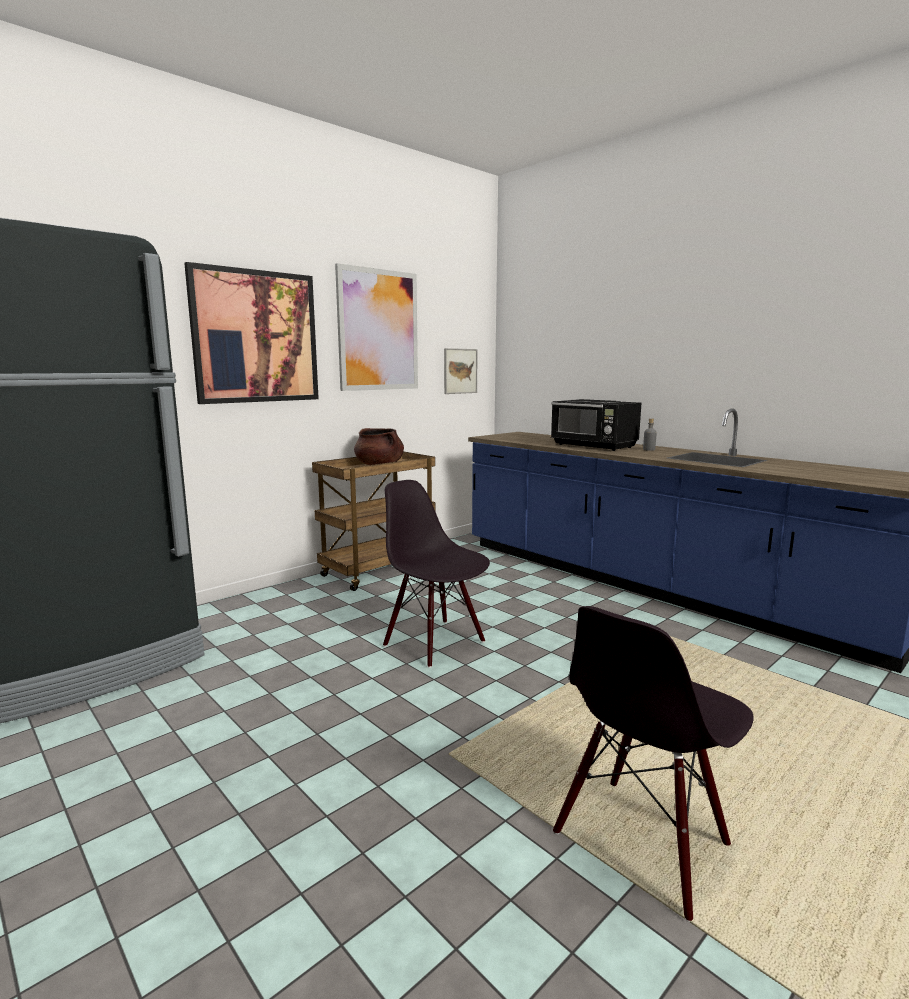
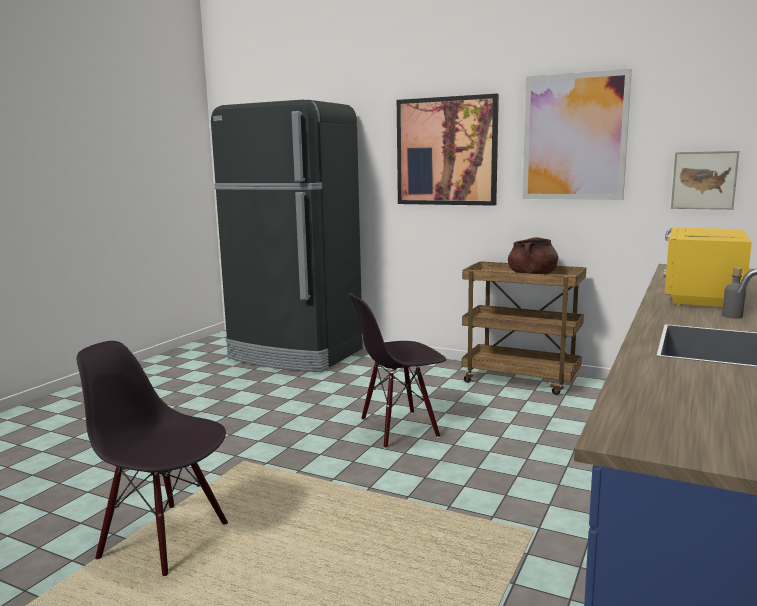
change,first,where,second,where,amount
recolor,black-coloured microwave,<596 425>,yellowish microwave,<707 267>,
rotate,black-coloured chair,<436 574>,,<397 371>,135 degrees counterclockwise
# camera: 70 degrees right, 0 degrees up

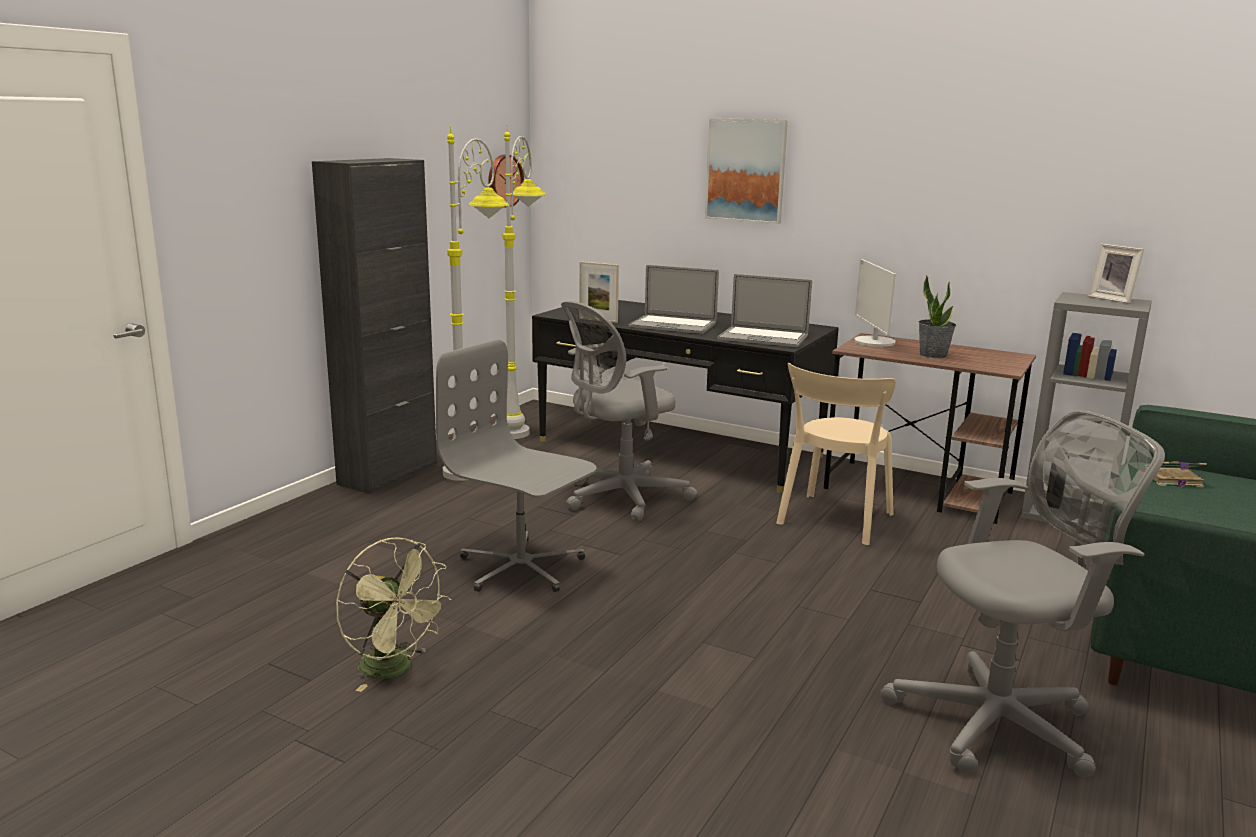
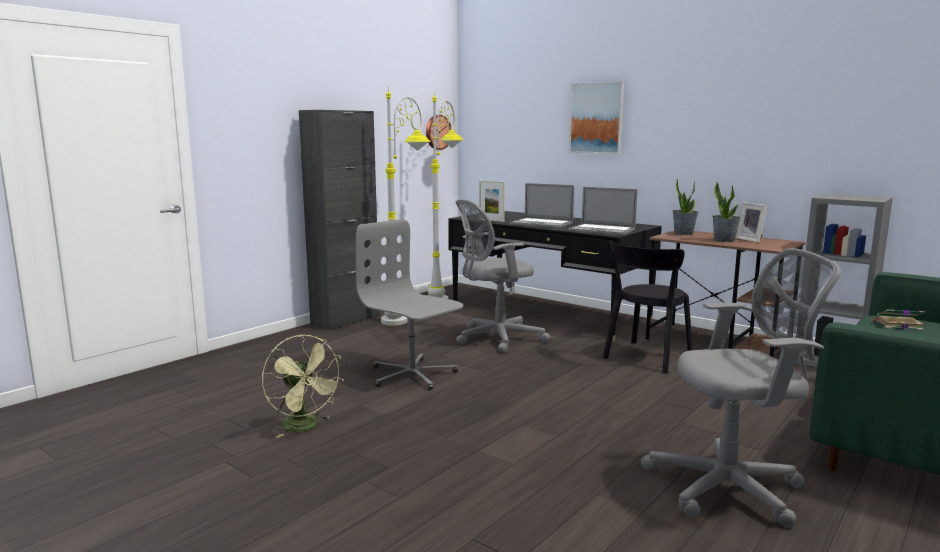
change,first,where,second,where,amount
move,photo frame,<1116 274>,,<751 222>,
replace,computer screen,<875 303>,plant in a pot,<685 207>,
recolor,beige chair,<836 454>,black-coloured chair,<648 307>,
# camera: 10 degrees right, 5 degrees down

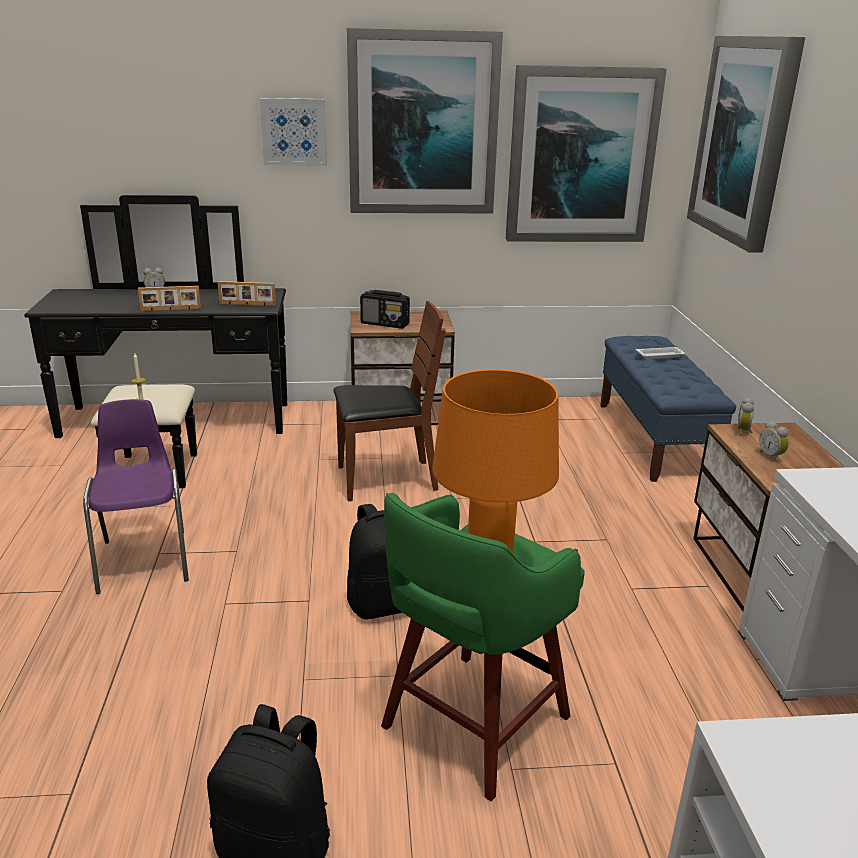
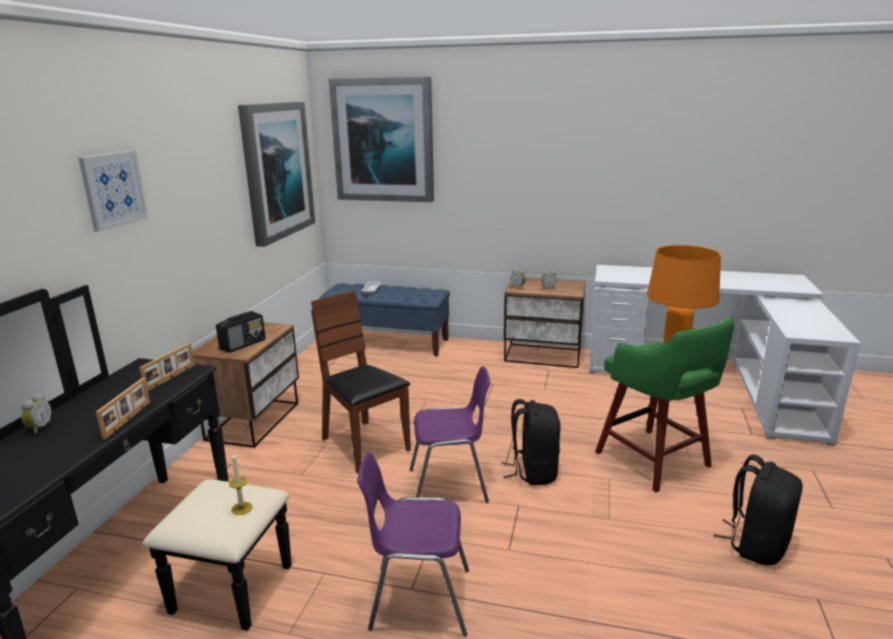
change,first,where,second,where,amount
delete,wall picture,<425 120>,,,
insert,,,purplish chair,<450 434>,
rotate,brown chair,<389 401>,,<361 382>,45 degrees counterclockwise
# camera: 70 degrees left, 5 degrees down

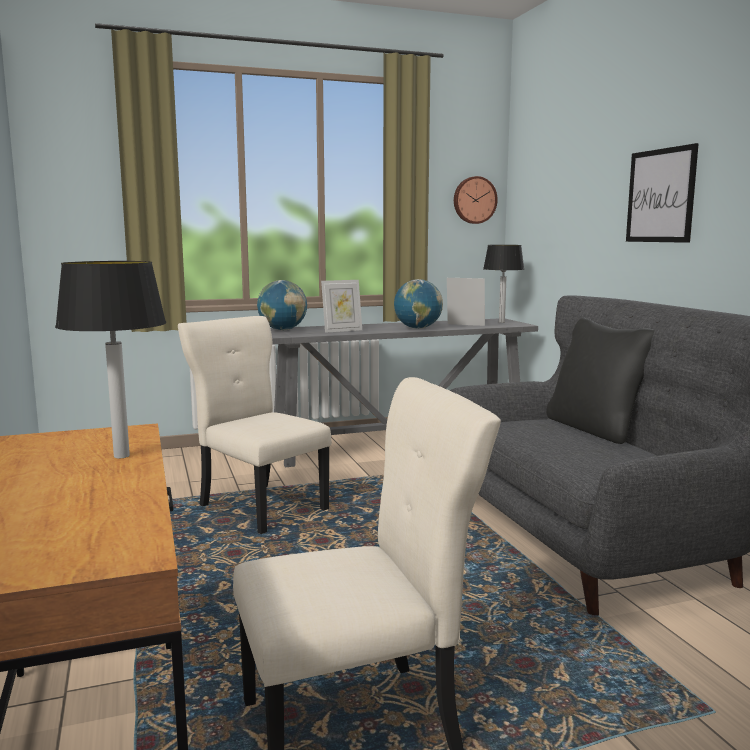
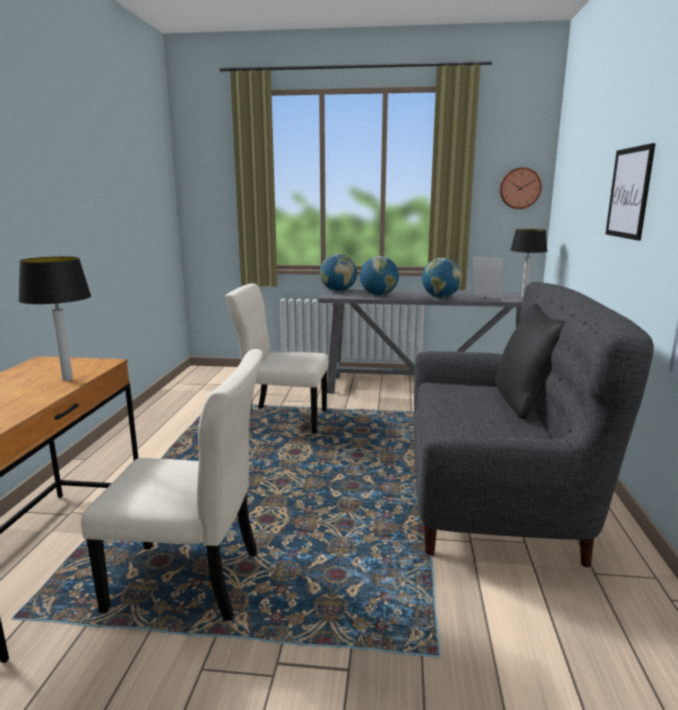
change,first,where,second,where,amount
replace,photo frame,<341 306>,desk globe,<379 276>,
rotate,beige chair,<254 425>,,<277 358>,60 degrees counterclockwise
# camera: 25 degrees right, 5 degrees up

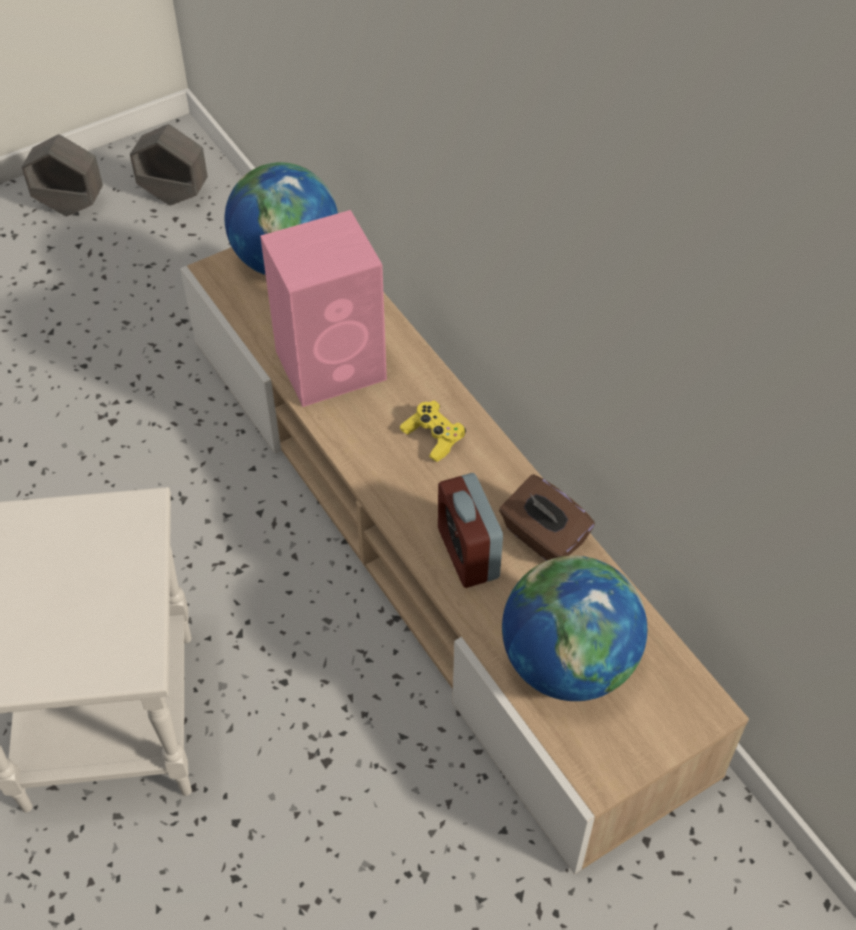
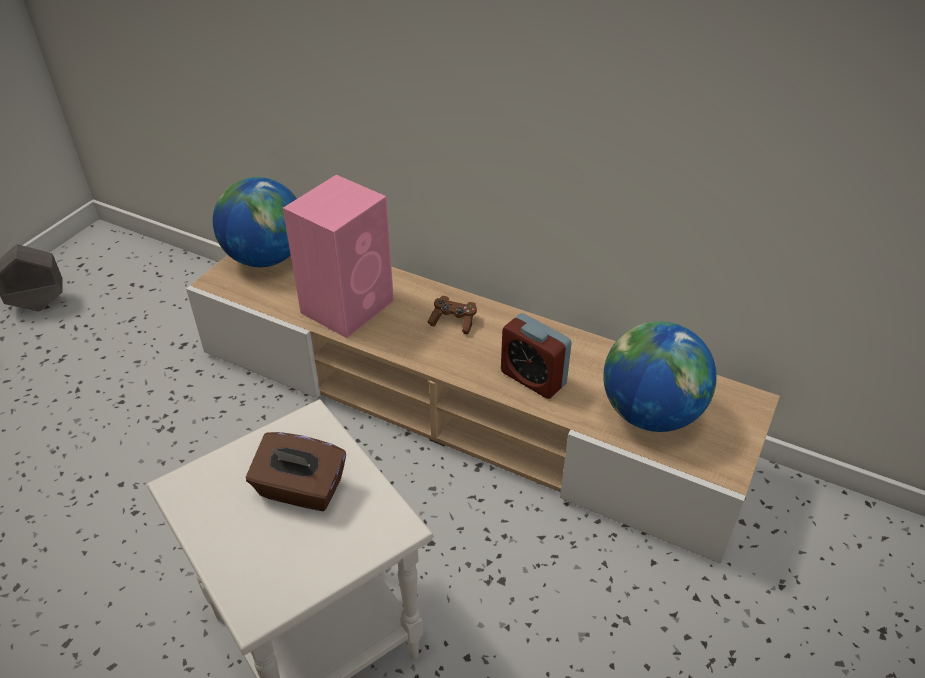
change,first,where,second,where,amount
delete,gray planter,<169 165>,,,
move,brown tissue holder,<547 518>,,<296 471>,
recolor,yellowish game controller,<433 431>,brown game controller,<452 315>,
# camera: 30 degrees left, 10 degrees down

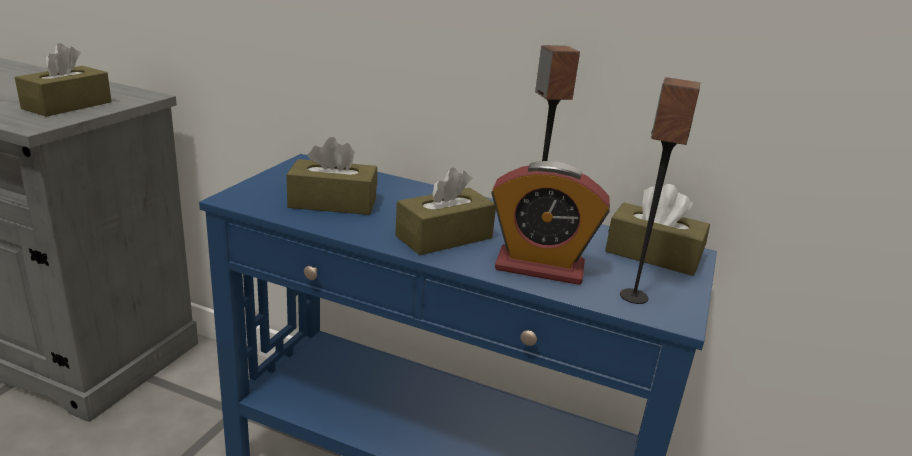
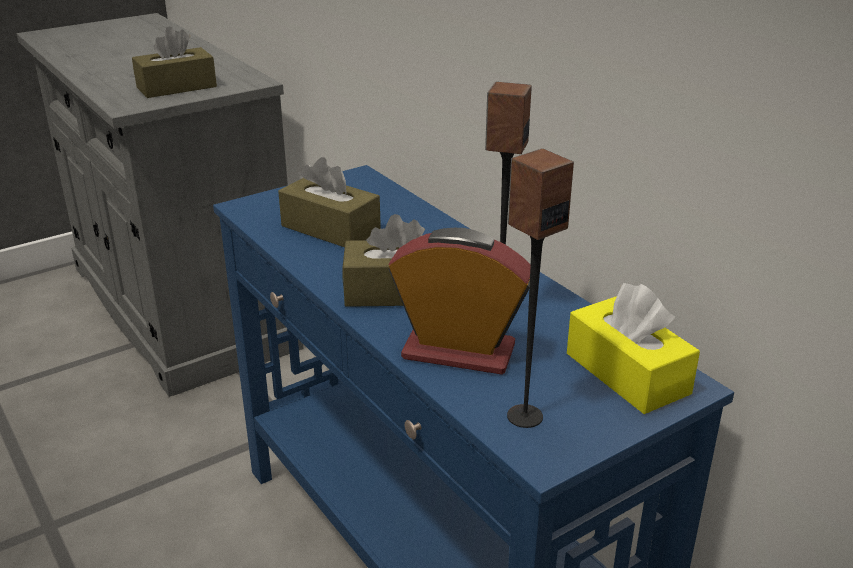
change,first,where,second,where,amount
recolor,brown tissue holder,<657 230>,yellowish tissue holder,<633 348>,
rotate,bedside clock,<550 223>,,<459 301>,150 degrees clockwise
# camera: 35 degrees right, 5 degrees up

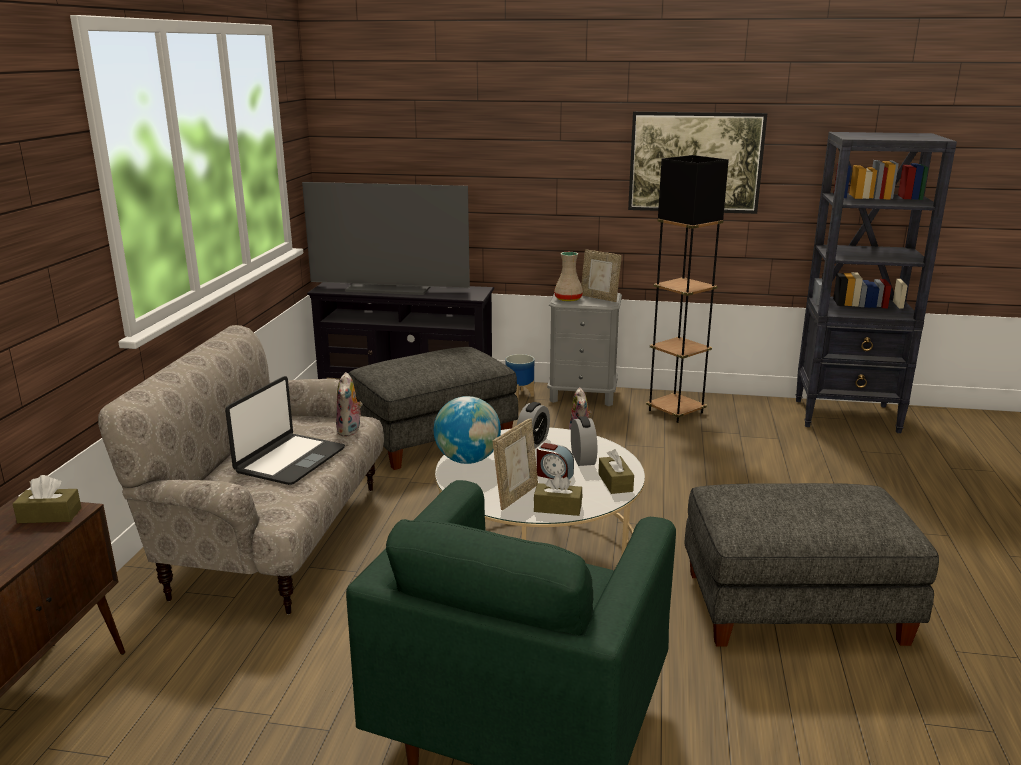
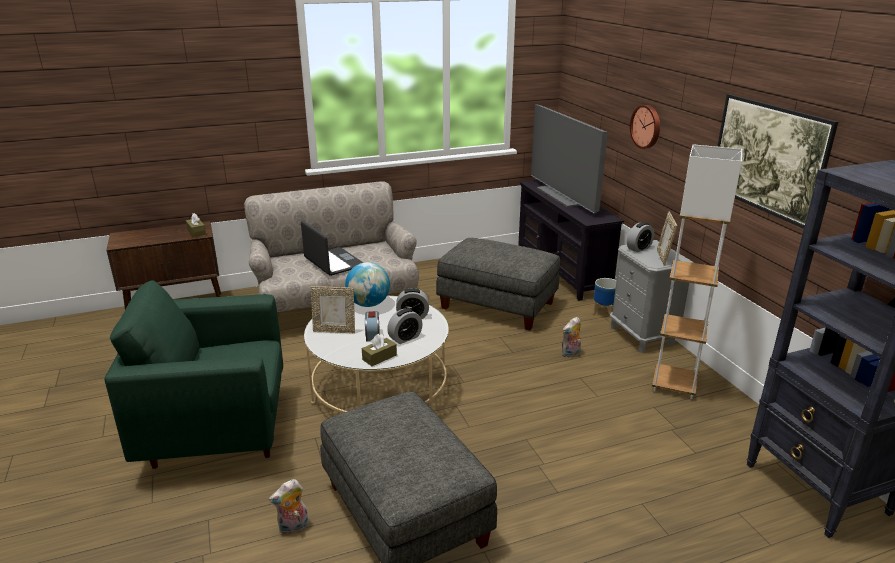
change,first,where,second,where,amount
delete,brown tissue holder,<558 495>,,,
insert,,,wall clock,<645 127>,
move,plush toy,<349 404>,,<289 506>,
replace,beige flower vase,<568 276>,bedside clock,<640 237>,
recolor,black-coloured standing lamp,<687 289>,white-coloured standing lamp,<697 271>,
rotate,laptop,<285 430>,,<332 248>,120 degrees counterclockwise
# camera: 60 degrees right, 5 degrees up

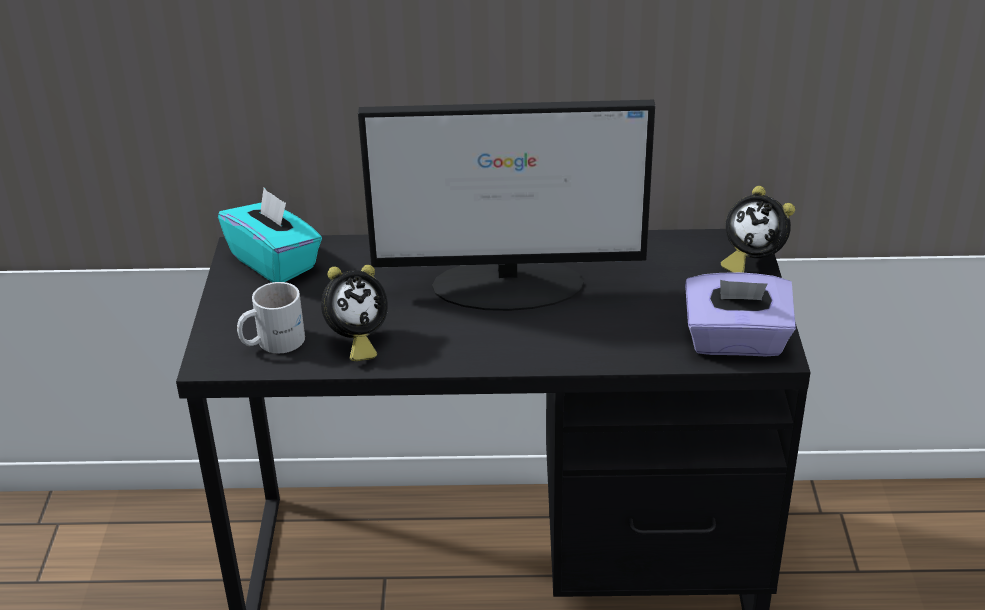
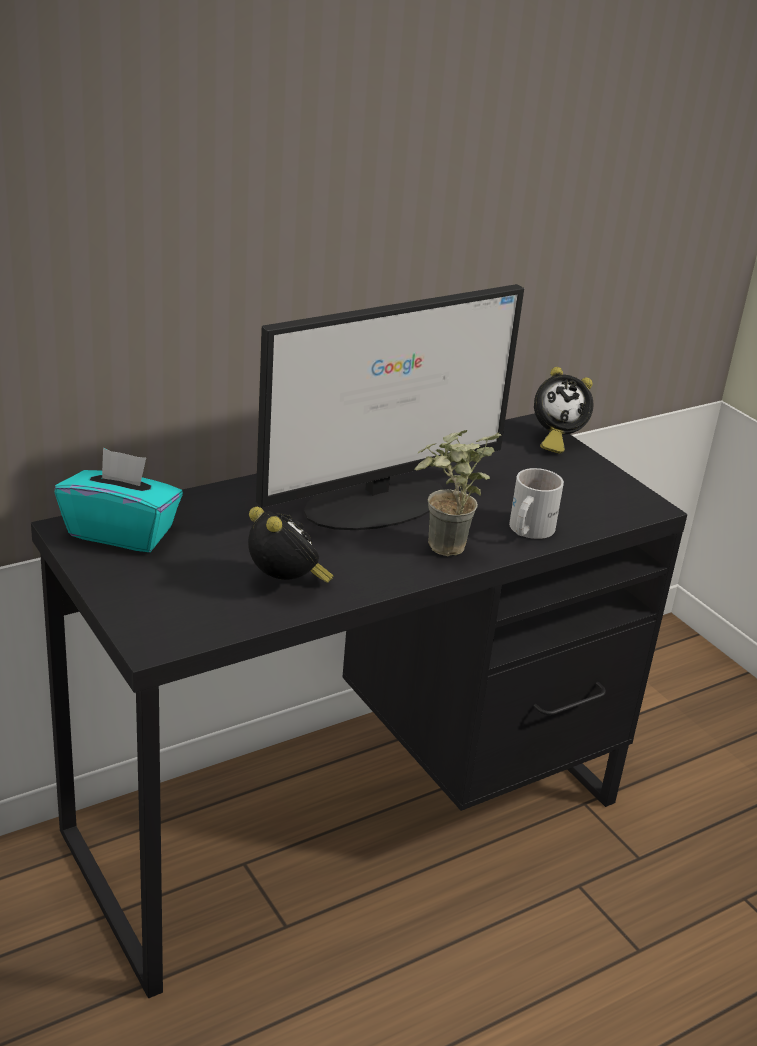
change,first,where,second,where,amount
delete,purplish tissue holder,<740 314>,,,
insert,,,plant in a pot,<458 493>,
move,white-coloured mug,<271 317>,,<536 503>,
rotate,bedside clock,<354 313>,,<290 545>,60 degrees counterclockwise
# camera: 35 degrees left, 5 degrees down

